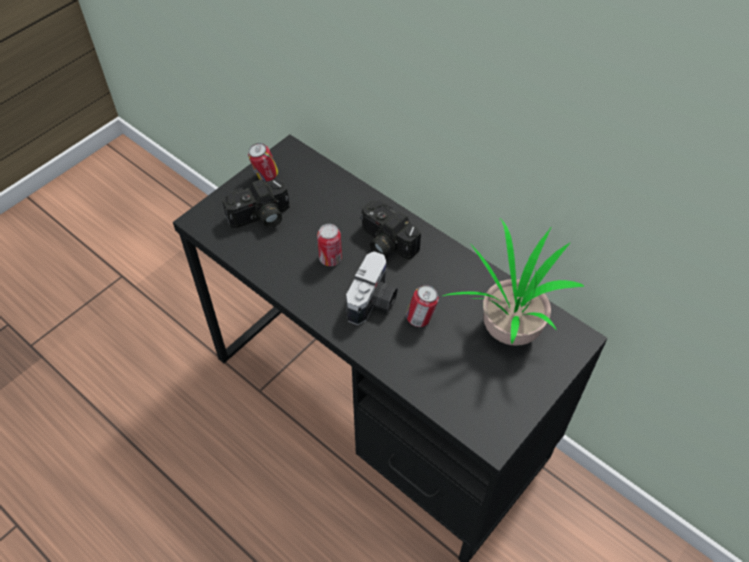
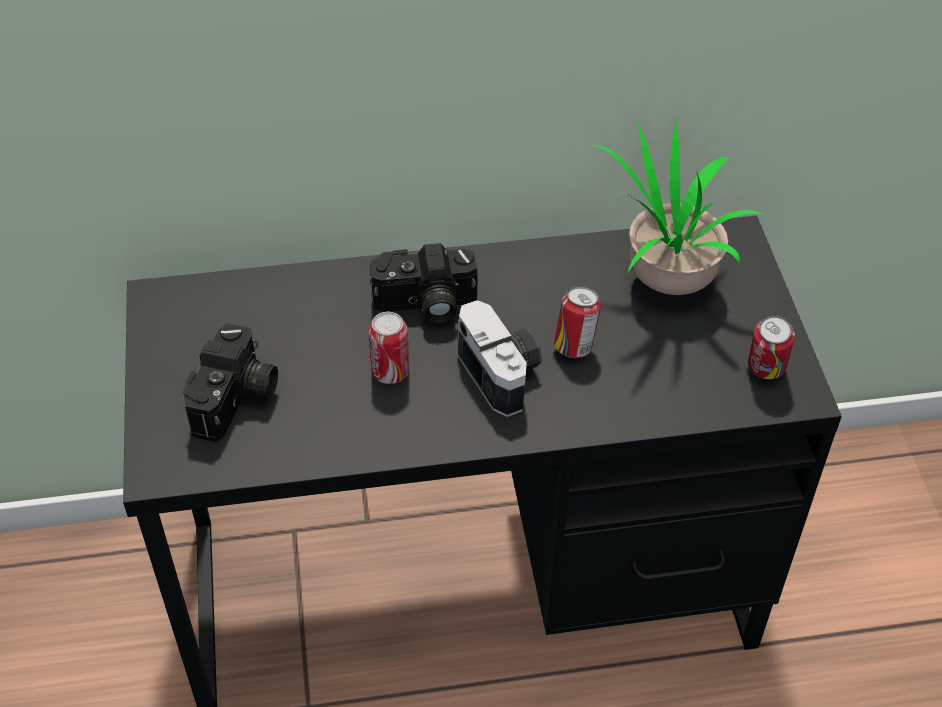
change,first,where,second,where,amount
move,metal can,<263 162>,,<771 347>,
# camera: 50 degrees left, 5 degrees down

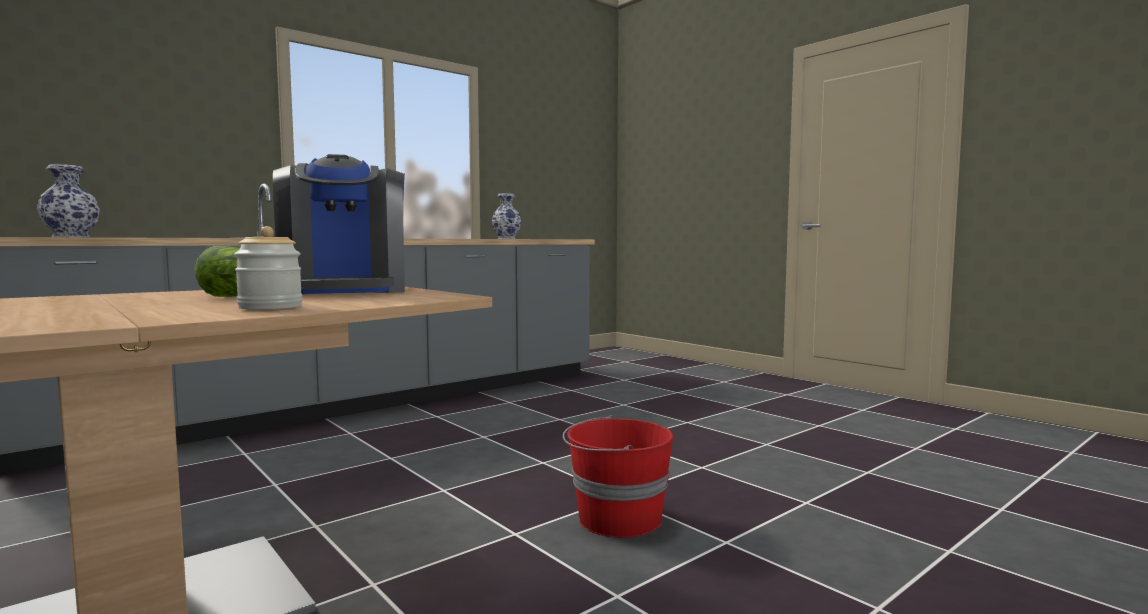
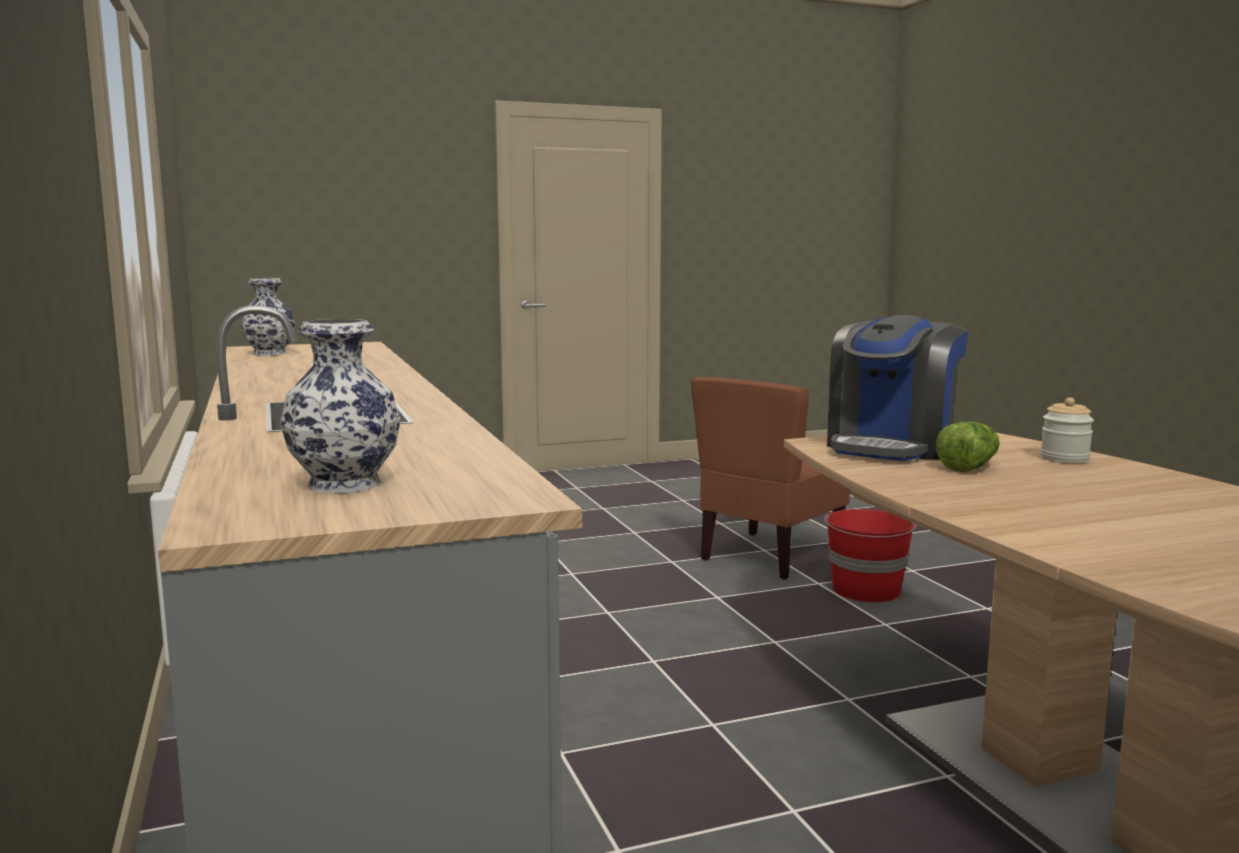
change,first,where,second,where,amount
insert,,,brown chair,<770 478>,
rotate,coffee brewer,<339 224>,,<898 388>,120 degrees clockwise
# camera: 70 degrees left, 5 degrees up

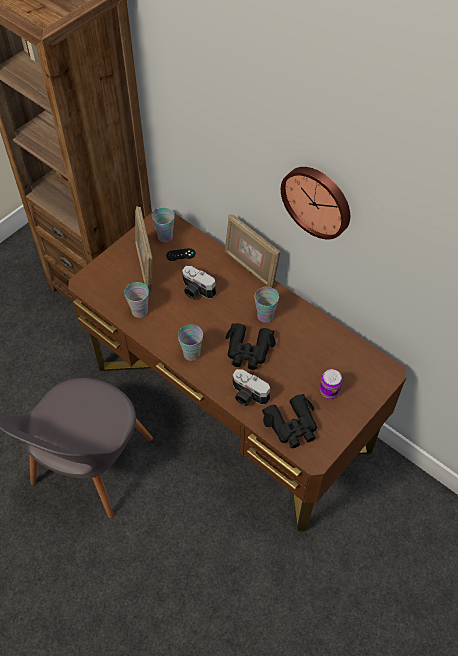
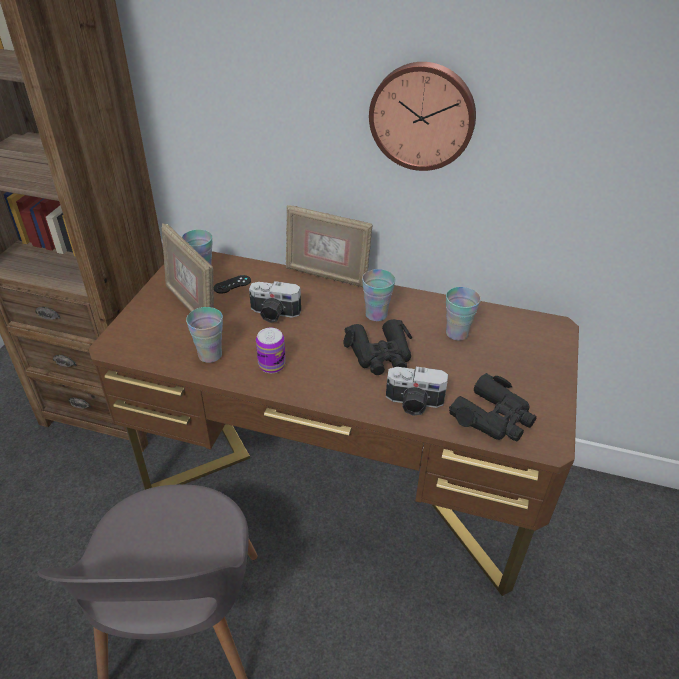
change,first,where,second,where,amount
move,drinking cup,<190 343>,,<463 314>,
move,metal can,<331 384>,,<271 350>,
# camera: 25 degrees left, 15 degrees down

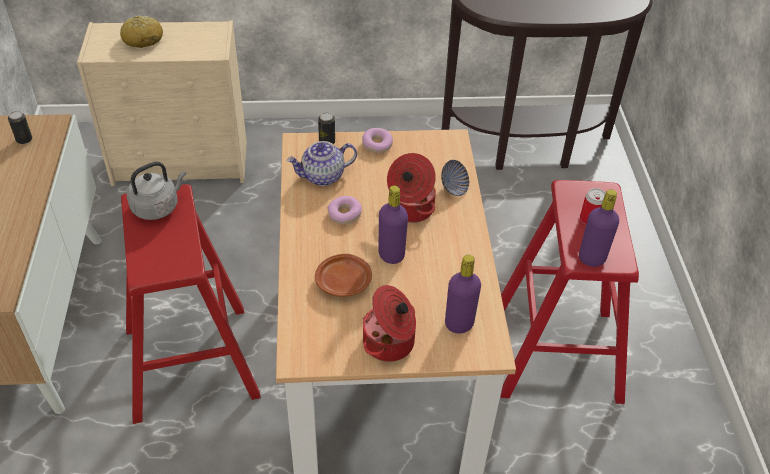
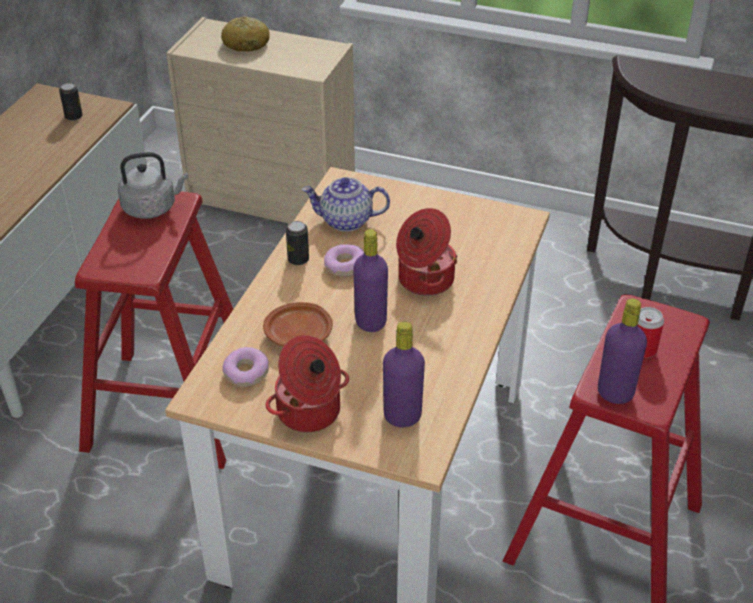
change,first,where,second,where,amount
delete,serving bowl,<455 178>,,,
move,metal can,<326 128>,,<297 243>,
move,donut,<377 140>,,<246 367>,
# camera: 25 degrees right, 5 degrees down

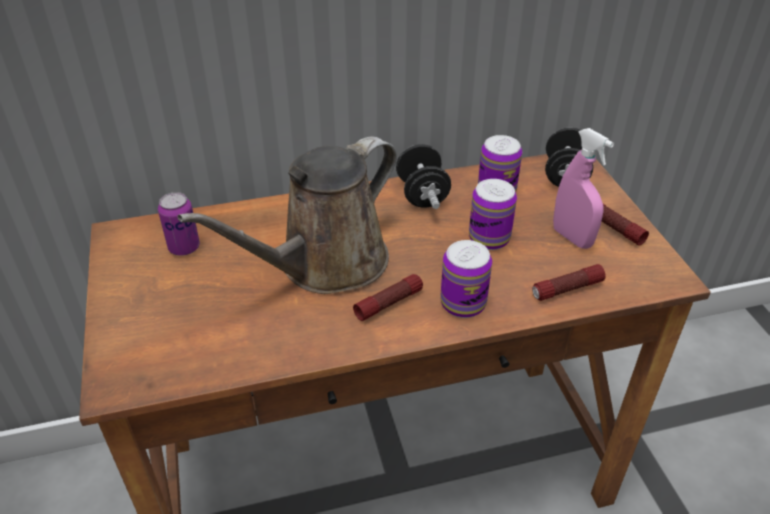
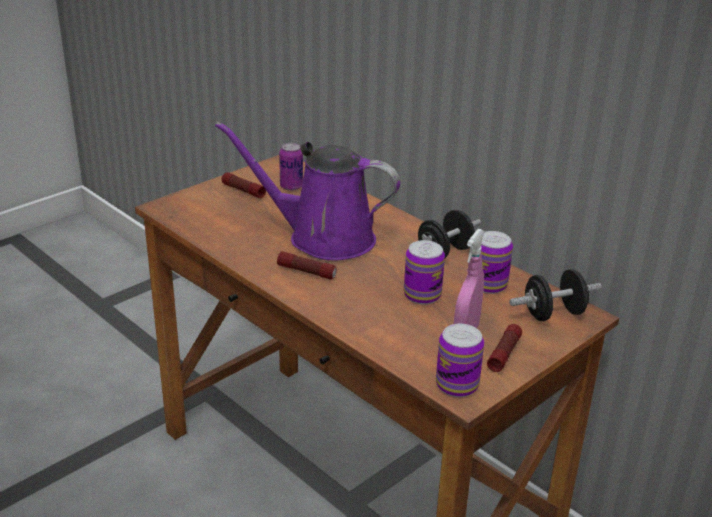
change,first,where,second,where,amount
move,metal can,<466 279>,,<460 360>,
move,flashlight,<569 282>,,<244 185>,
recolor,brown watering pot,<287 215>,purplish watering pot,<307 191>,
# camera: 60 degrees right, 10 degrees down

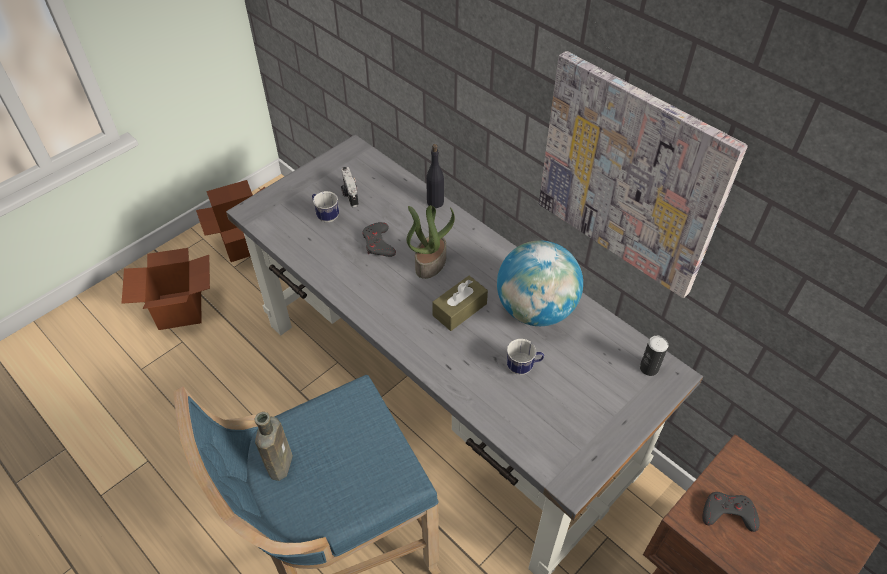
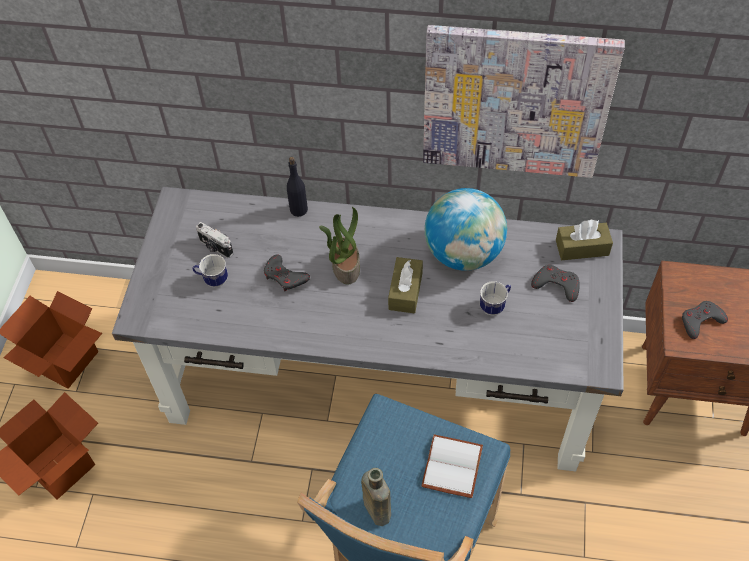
change,first,where,second,where,amount
insert,,,white-coloured volume,<452 466>,
insert,,,gray game controller,<555 283>,
replace,metal can,<654 356>,brown tissue holder,<584 240>,
# camera: 35 degrees left, 5 degrees up

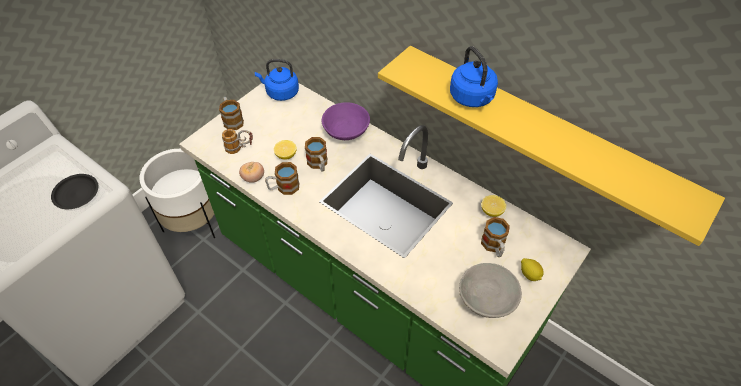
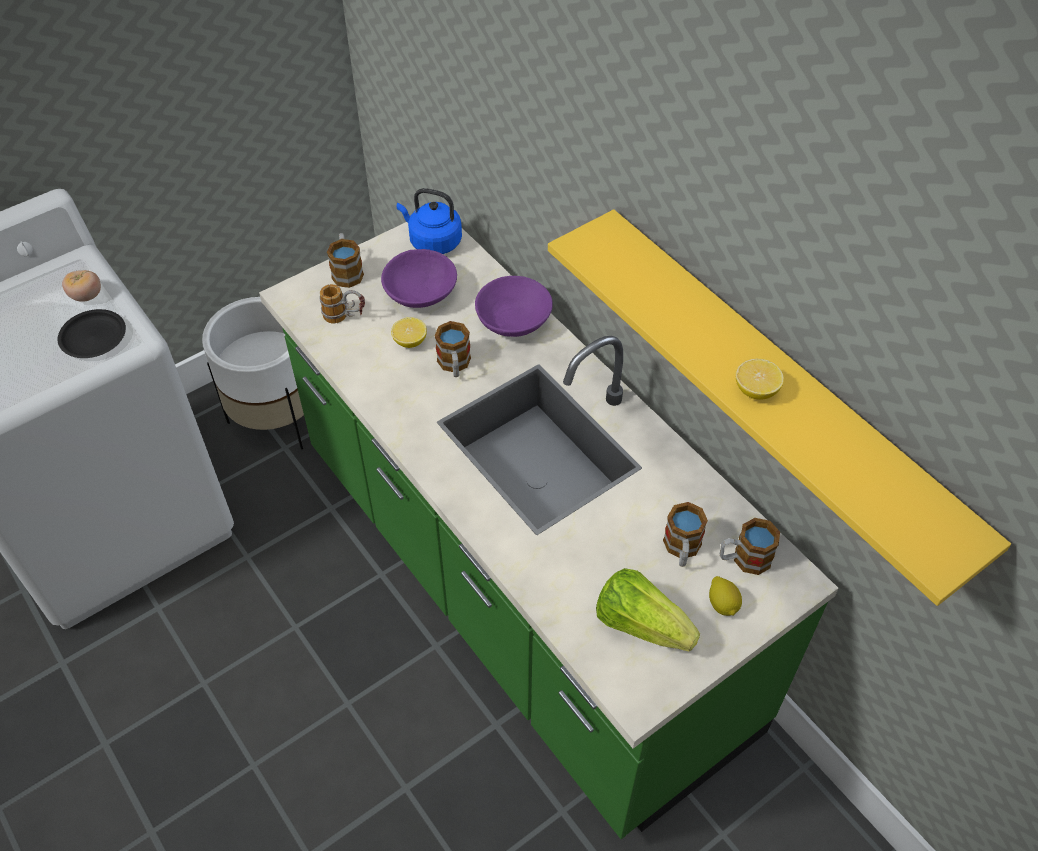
change,first,where,second,where,amount
delete,bluish water kettle,<474 76>,,,
insert,,,purplish serving bowl,<419 278>,
move,whole tomato,<251 172>,,<81 286>,
move,mug,<282 178>,,<750 546>,
move,whole lemon,<493 206>,,<759 379>,
replace,gray serving bowl,<490 290>,lettuce head,<648 609>,
# camera: 15 degrees right, 0 degrees up

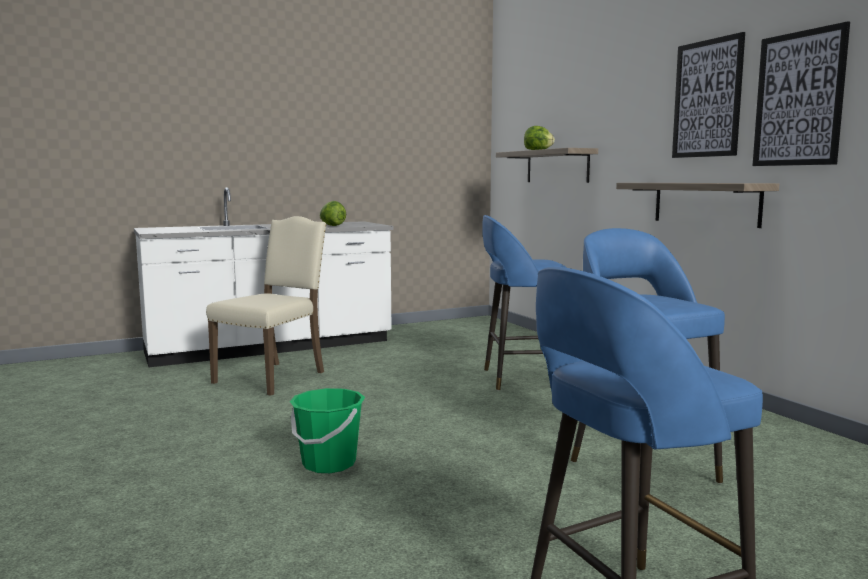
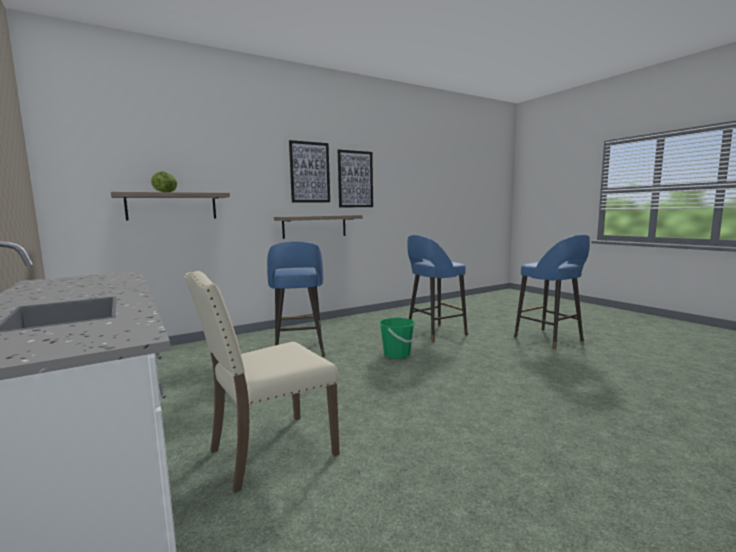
change,first,where,second,where,amount
delete,lettuce head,<332 213>,,,
move,greenish bucket,<327 430>,,<397 338>,
rotate,beige chair,<266 306>,,<261 382>,60 degrees counterclockwise
# camera: 95 degrees left, 0 degrees up

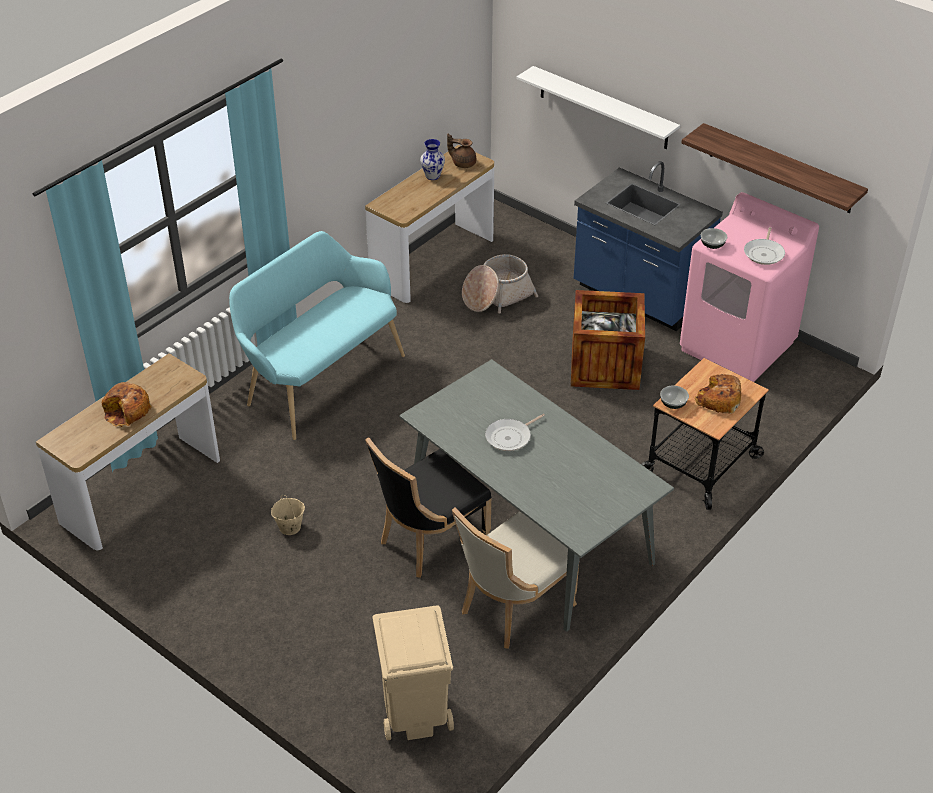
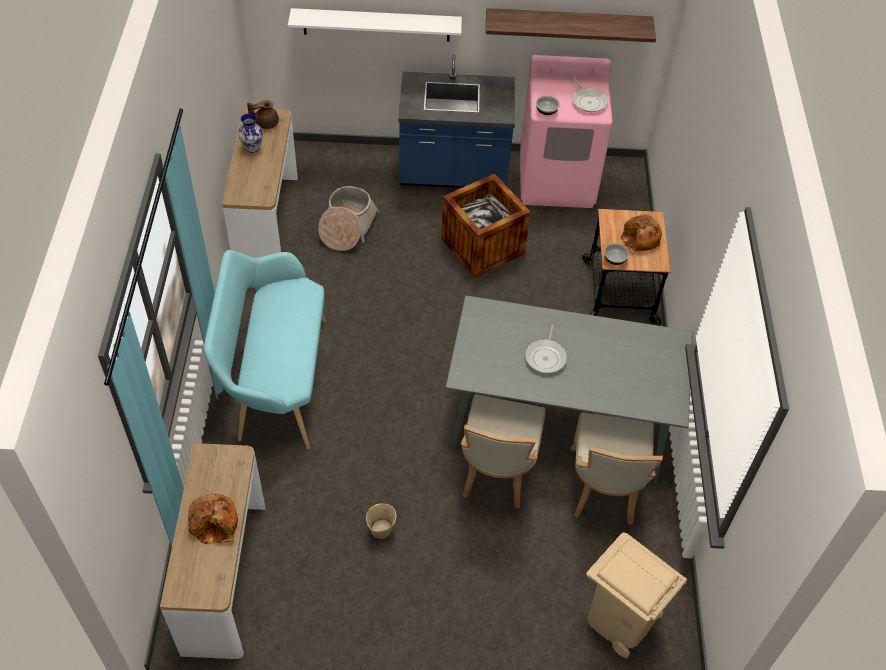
change,first,where,second,where,amount
recolor,black-coloured chair,<428 507>,beige chair,<503 451>,
# camera: 40 degrees left, 10 degrees up

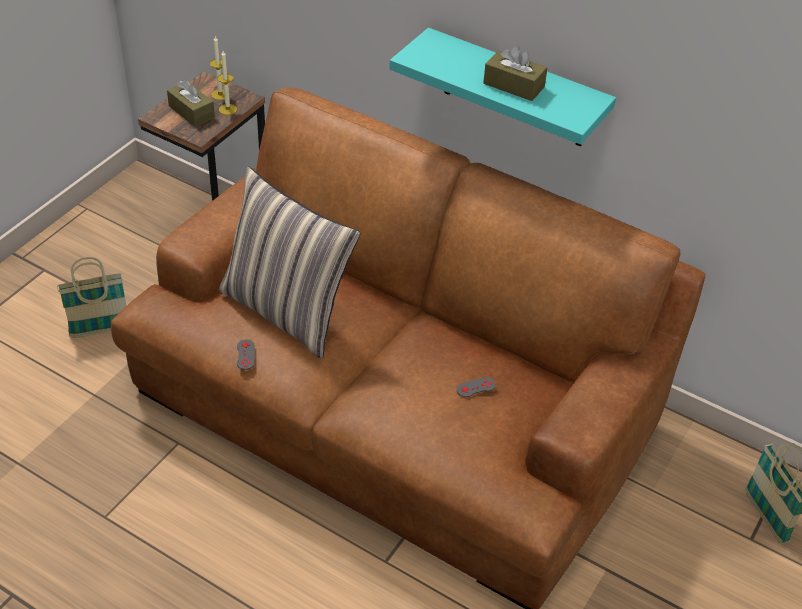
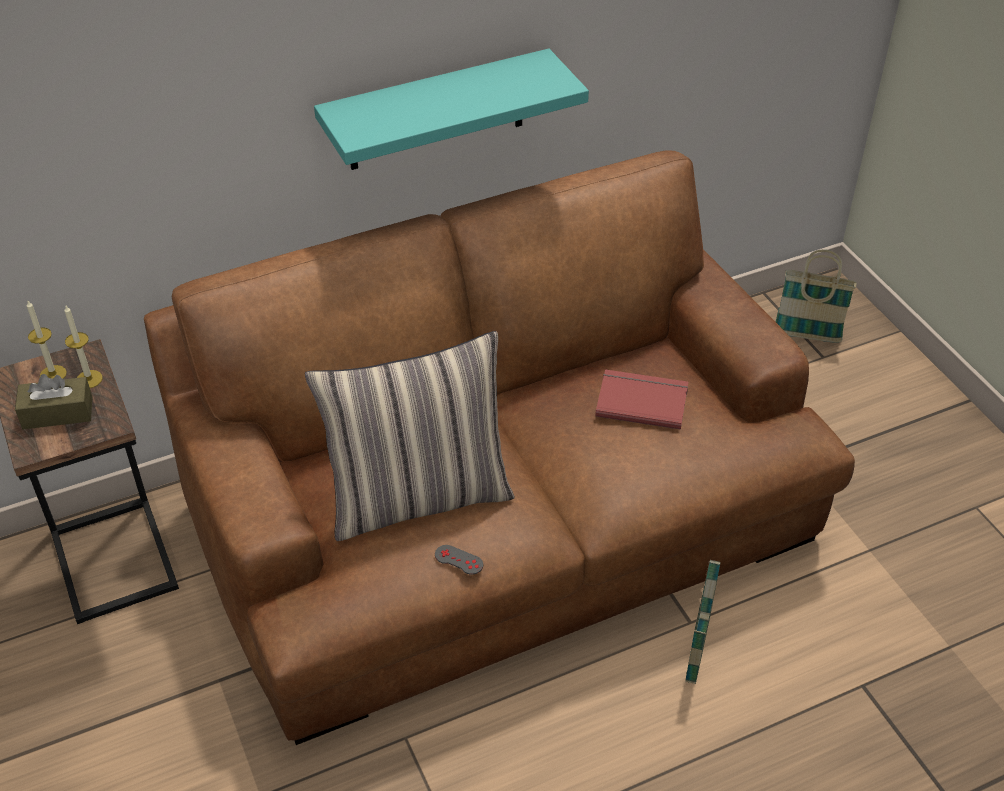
change,first,where,second,where,amount
delete,brown tissue holder,<515 73>,,,
move,storage basket,<92 297>,,<703 622>,
replace,gray game controller,<476 387>,red-coloured volume,<641 399>,
# camera: 55 degrees left, 0 degrees up

